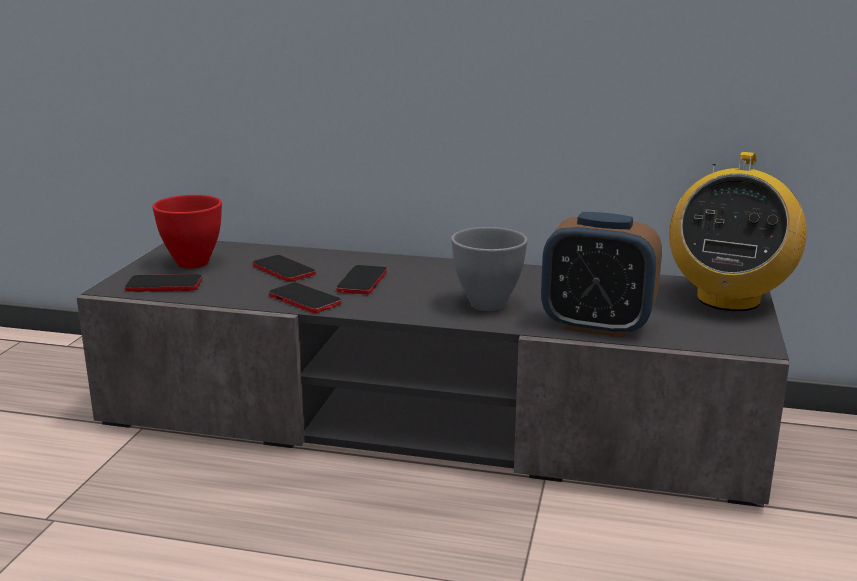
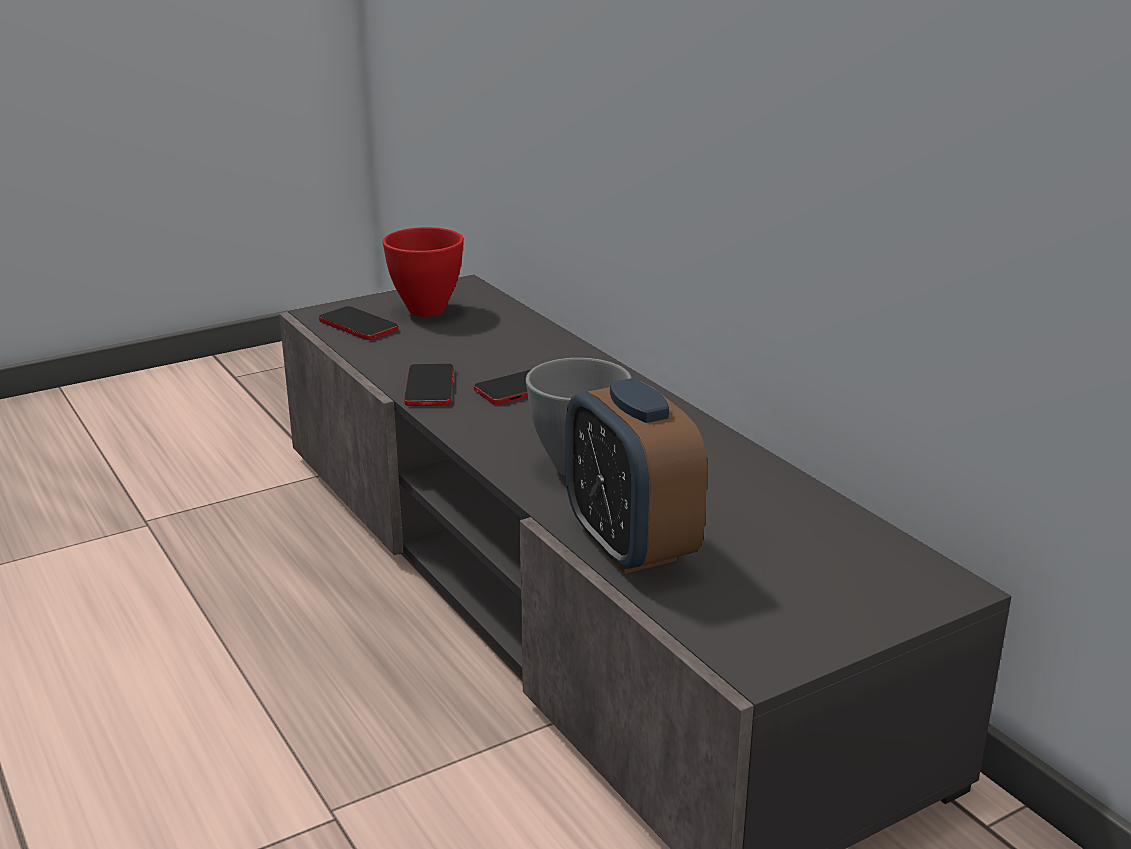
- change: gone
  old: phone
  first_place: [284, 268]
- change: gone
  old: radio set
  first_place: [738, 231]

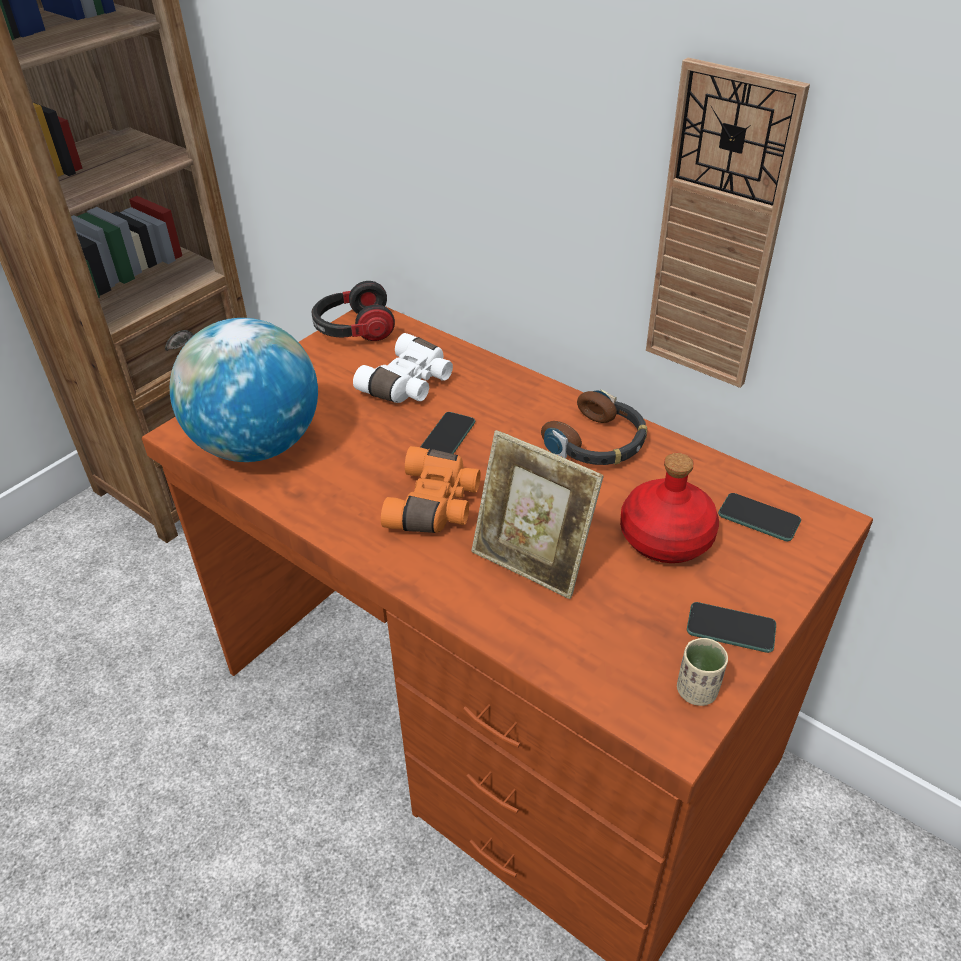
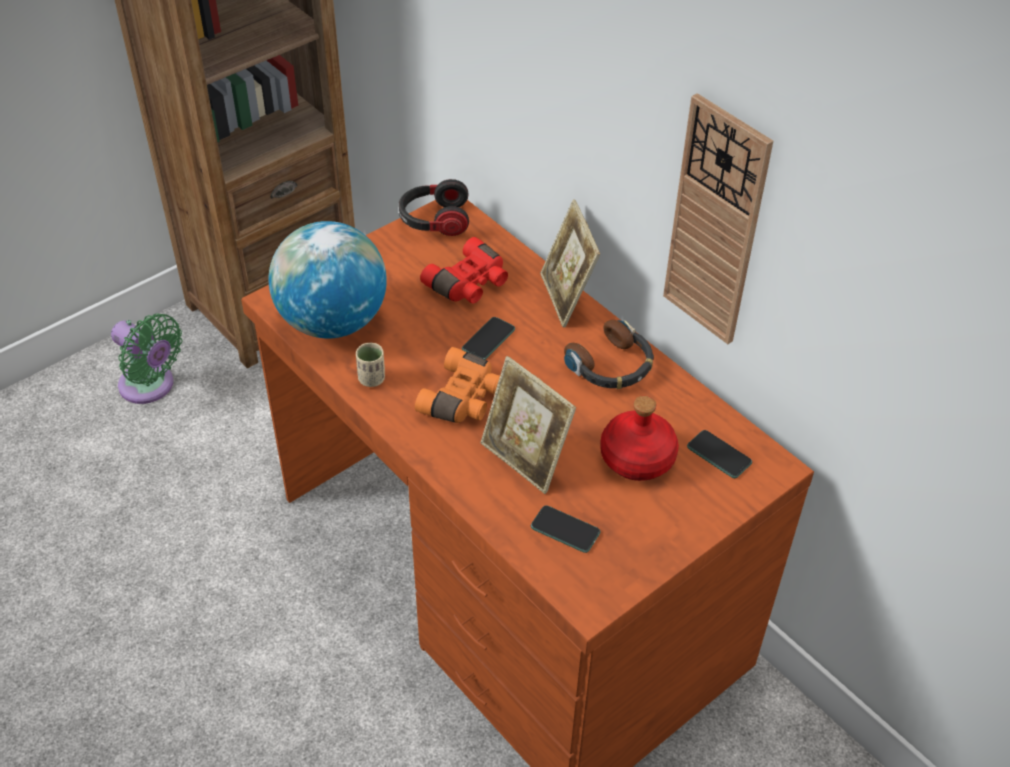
- change: new
  new: green-coloured fan
  second_place: [147, 358]
- change: shifted
  old: beige cup
  first_place: [702, 671]
  second_place: [370, 365]
- change: repainted
  old: white-coloured binoculars
  new: red-coloured binoculars
  first_place: [403, 368]
  second_place: [464, 270]
- change: shifted
  old: phone
  first_place: [731, 627]
  second_place: [566, 529]
- change: new
  new: photo frame
  second_place: [570, 263]

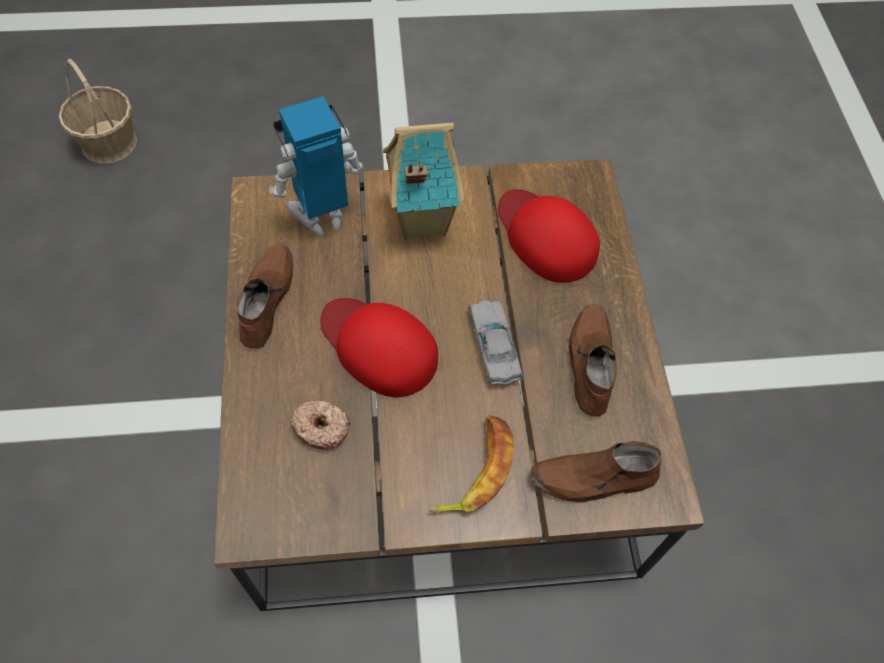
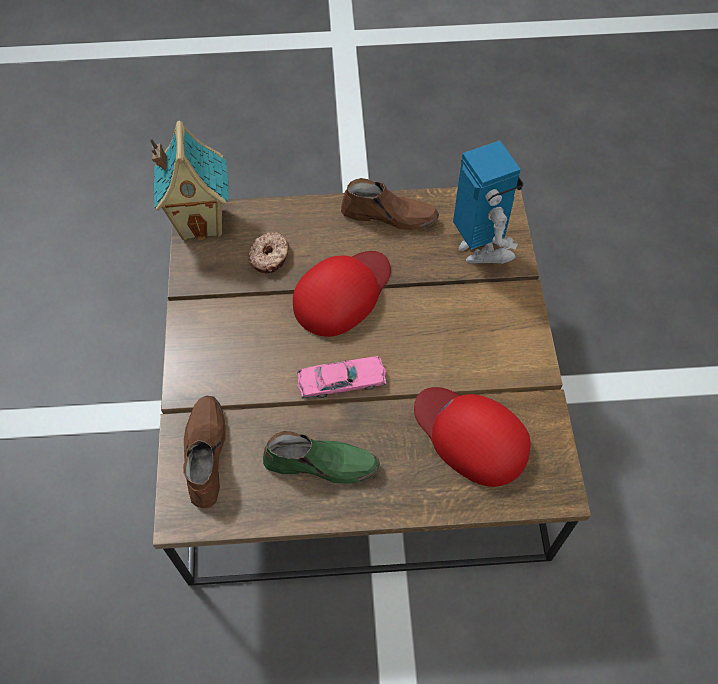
- change: shifted
  old: toy house
  first_place: [423, 181]
  second_place: [189, 180]
- change: repainted
  old: brownish low shoe
  new: green-coloured low shoe
  first_place: [592, 360]
  second_place: [321, 457]
- change: repainted
  old: gray toy car
  new: pink-coloured toy car
  first_place: [495, 343]
  second_place: [342, 377]
- change: rotated
  old: red-coloured peaked cap
  first_place: [549, 236]
  second_place: [472, 437]
  degrees: -105
- change: gone
  old: storage basket
  first_place: [98, 111]
- change: gone
  old: whole banana
  first_place: [471, 463]

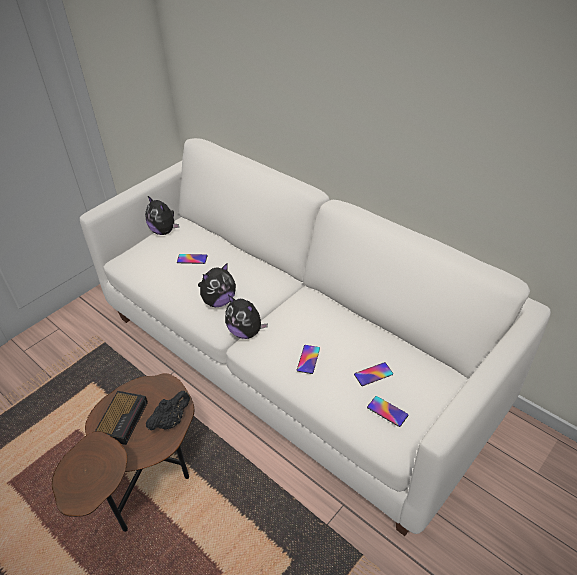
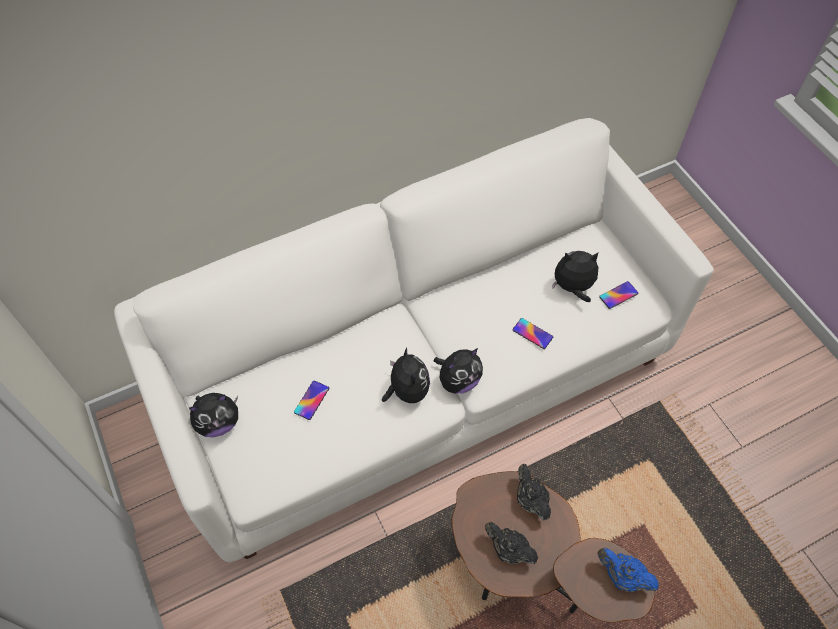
- change: swapped
  old: bedside clock
  new: black teapot
  first_place: [121, 418]
  second_place: [511, 543]
- change: swapped
  old: phone
  new: plush toy
  first_place: [373, 374]
  second_place: [575, 276]
- change: new
  new: bluish teapot
  second_place: [628, 570]

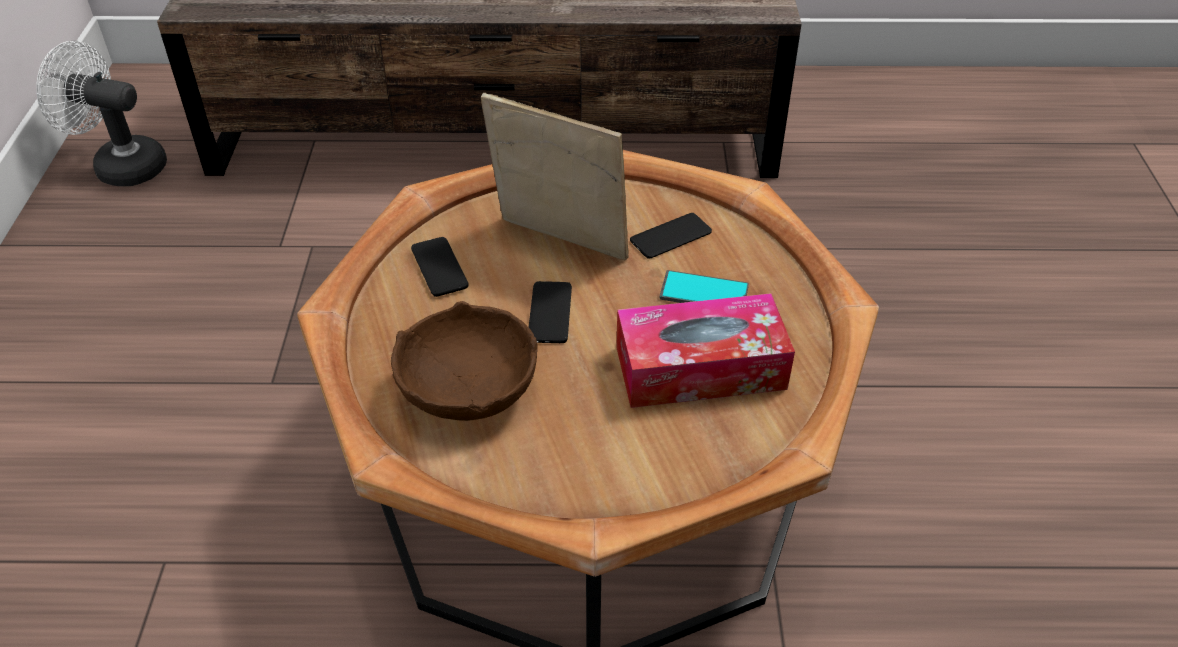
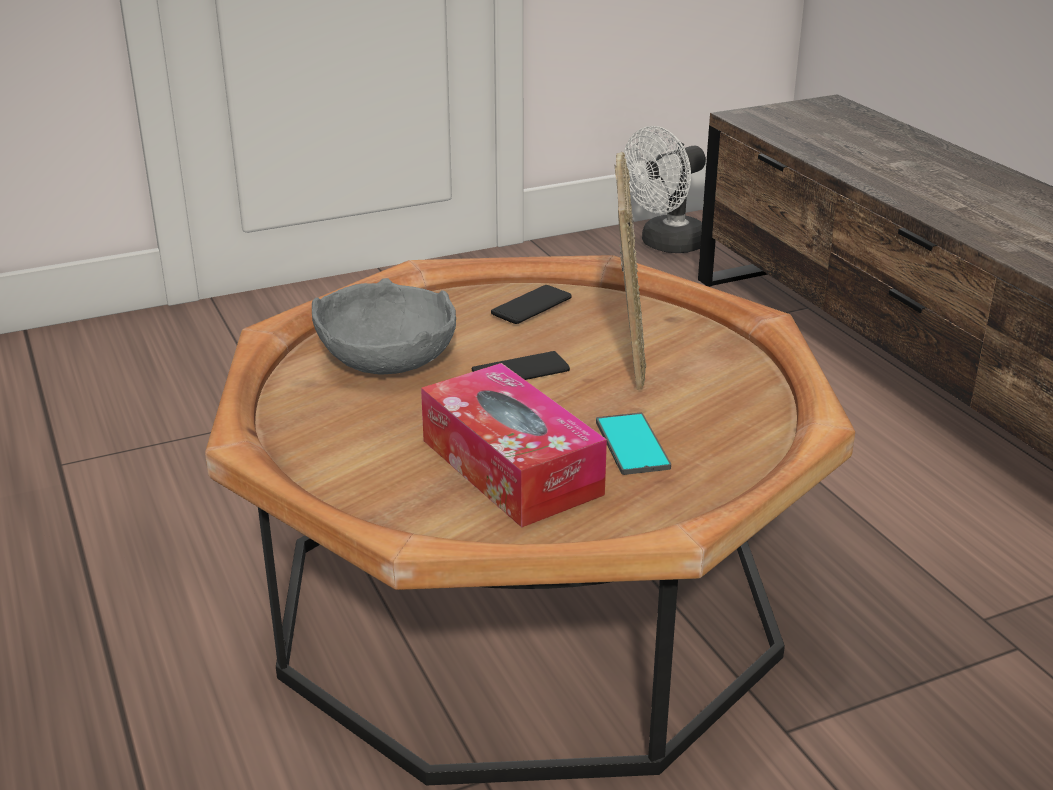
- change: repainted
  old: brownish deep dish
  new: gray deep dish
  first_place: [464, 361]
  second_place: [384, 326]
- change: rotated
  old: white-coloured fan
  first_place: [101, 113]
  second_place: [665, 189]
  degrees: -120
- change: gone
  old: phone
  first_place: [671, 236]

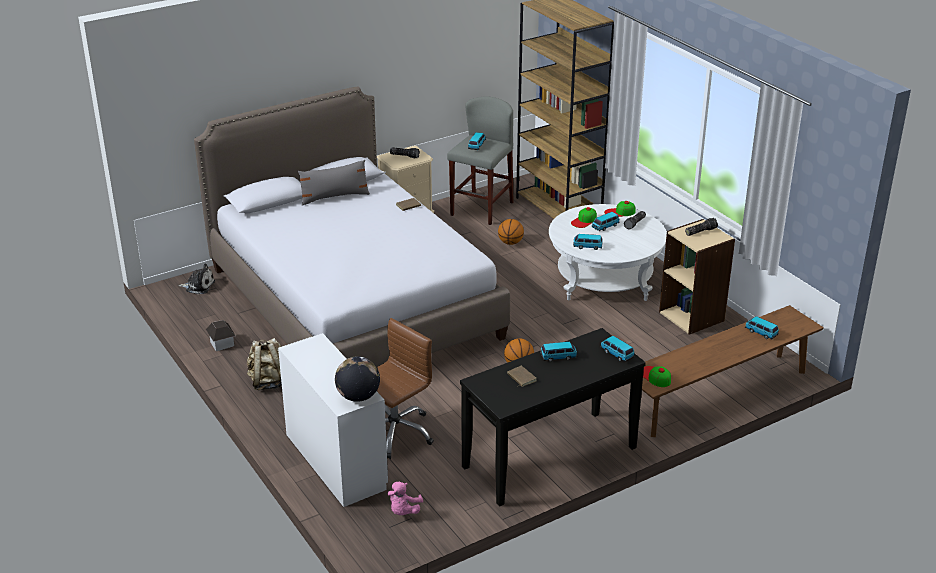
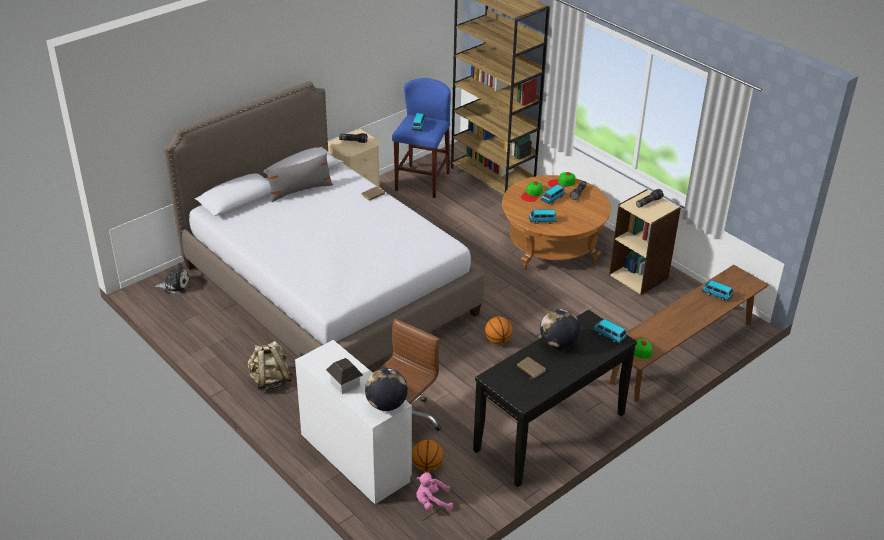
- change: shifted
  old: toy house
  first_place: [221, 335]
  second_place: [344, 376]
- change: repainted
  old: gray stool seat
  new: bluish stool seat
  first_place: [480, 161]
  second_place: [421, 138]
- change: shifted
  old: basketball ball
  first_place: [511, 232]
  second_place: [428, 456]
- change: rotated
  old: pink-coloured plush toy
  first_place: [405, 498]
  second_place: [434, 491]
  degrees: 75
- change: repainted
  old: white-coloured lounge table
  new: brownish lounge table
  first_place: [608, 252]
  second_place: [556, 222]
- change: swapped
  old: toy car
  new: desk globe
  first_place: [559, 352]
  second_place: [560, 329]

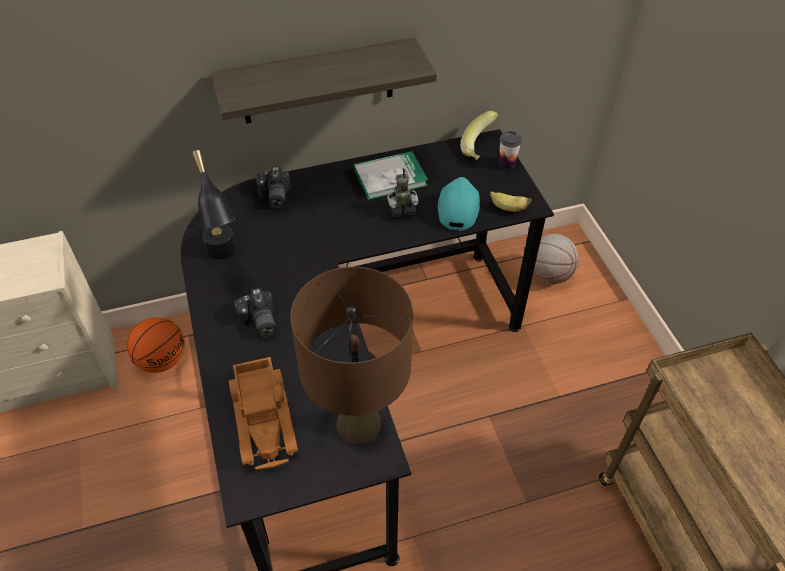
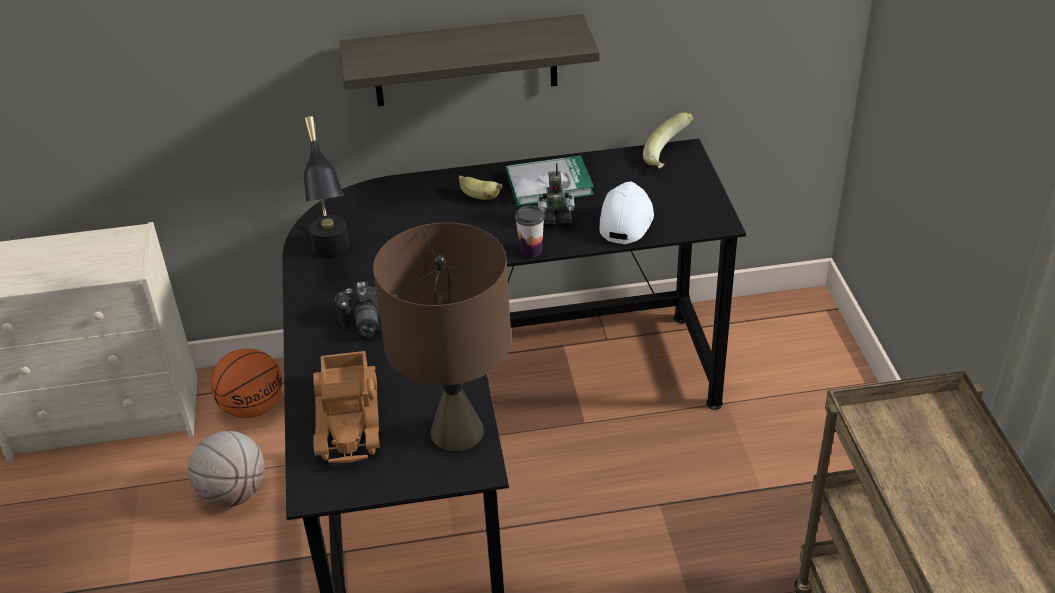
- change: shifted
  old: basketball ball
  first_place: [556, 259]
  second_place: [226, 469]
- change: shifted
  old: whole banana
  first_place: [510, 201]
  second_place: [480, 188]
- change: shifted
  old: cup
  first_place: [510, 150]
  second_place: [530, 231]
- change: repainted
  old: turquoise peaked cap
  new: white-coloured peaked cap
  first_place: [459, 204]
  second_place: [627, 213]
- change: gone
  old: still camera
  first_place: [273, 187]

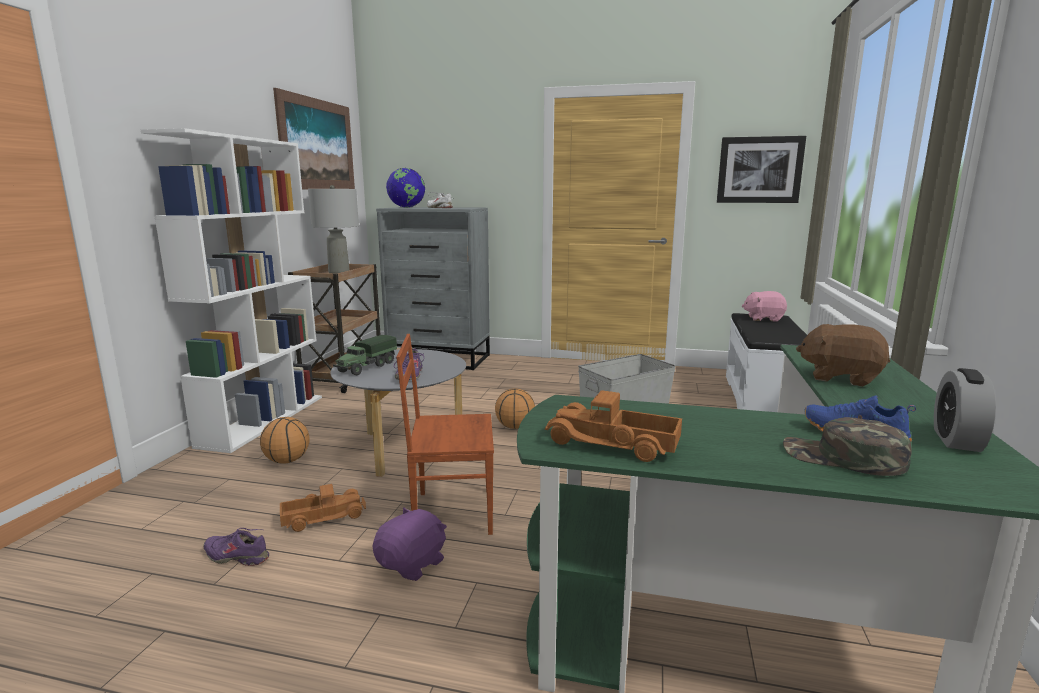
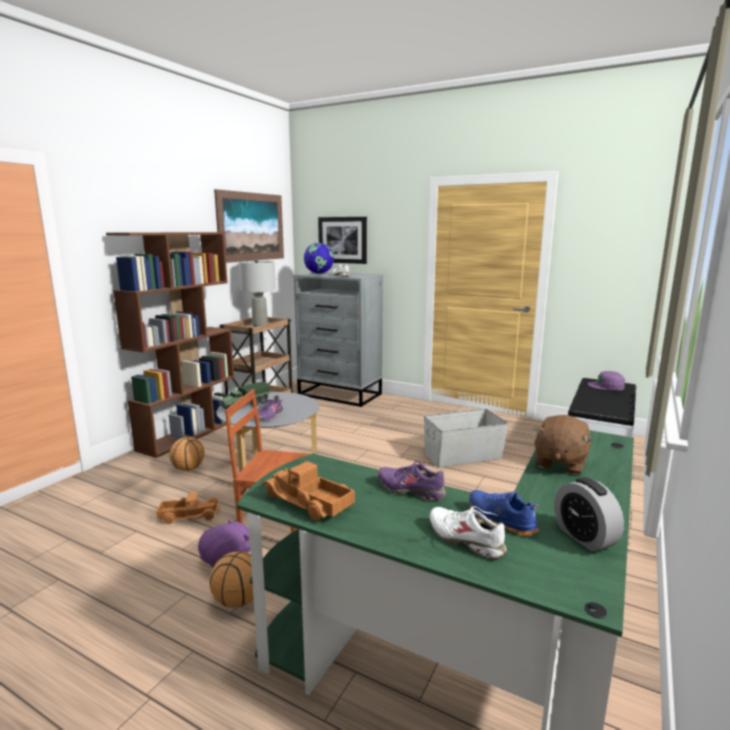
- change: repainted
  old: white-coloured shelving unit
  new: brownish shelving unit
  first_place: [231, 290]
  second_place: [170, 345]
- change: shifted
  old: basketball ball
  first_place: [515, 408]
  second_place: [231, 579]
- change: shifted
  old: wall picture
  first_place: [761, 169]
  second_place: [342, 240]
- change: shifted
  old: purple low shoe
  first_place: [236, 547]
  second_place: [412, 480]
- change: swapped
  old: green-coloured peaked cap
  new: white-coloured low shoe
  first_place: [847, 446]
  second_place: [468, 532]
- change: rotated
  old: brownish plush toy
  first_place: [843, 355]
  second_place: [562, 445]
  degrees: -105
- change: rotated
  old: bedside clock
  first_place: [965, 410]
  second_place: [589, 514]
  degrees: -60
- change: swapped
  old: pink-coloured plush toy
  new: purple peaked cap
  first_place: [764, 306]
  second_place: [606, 380]

